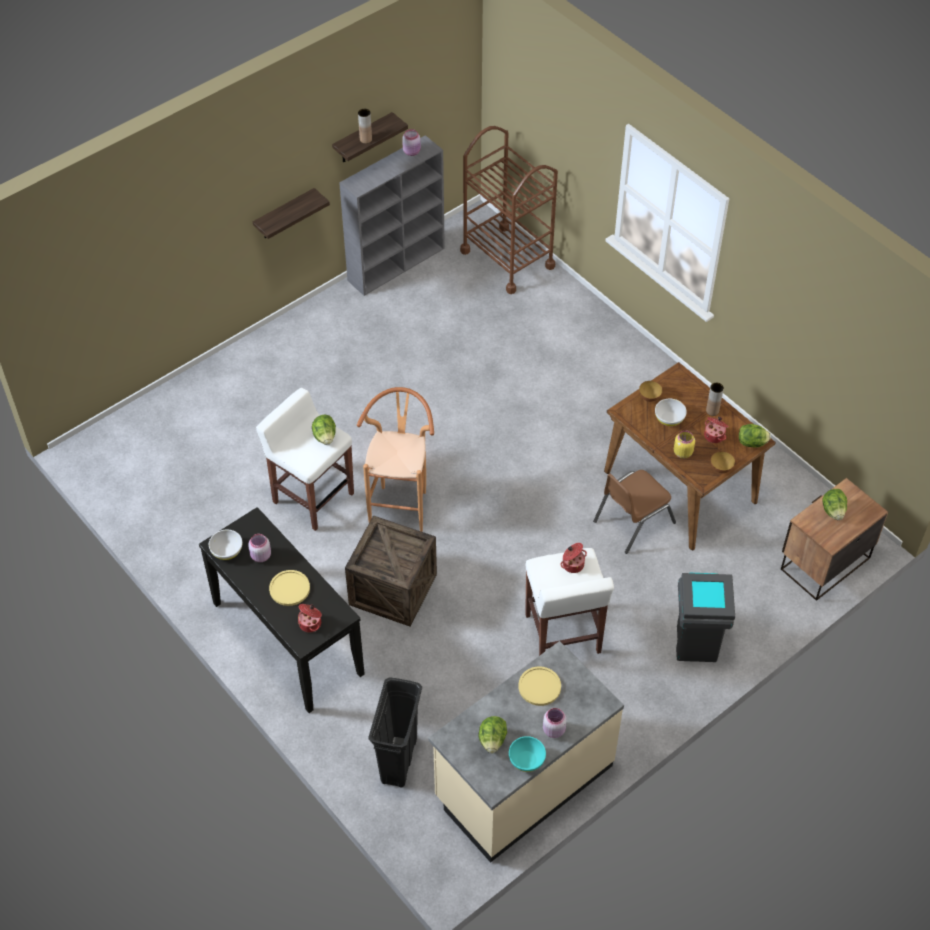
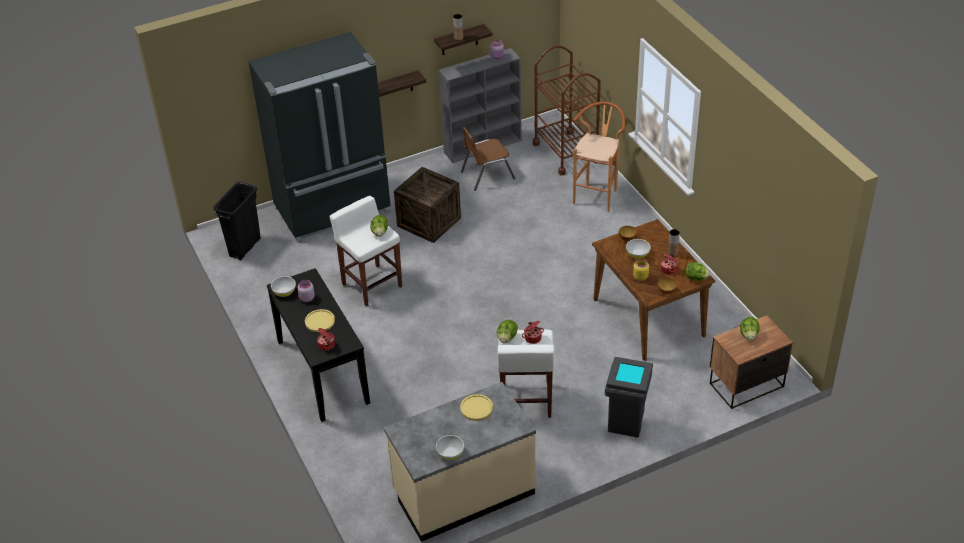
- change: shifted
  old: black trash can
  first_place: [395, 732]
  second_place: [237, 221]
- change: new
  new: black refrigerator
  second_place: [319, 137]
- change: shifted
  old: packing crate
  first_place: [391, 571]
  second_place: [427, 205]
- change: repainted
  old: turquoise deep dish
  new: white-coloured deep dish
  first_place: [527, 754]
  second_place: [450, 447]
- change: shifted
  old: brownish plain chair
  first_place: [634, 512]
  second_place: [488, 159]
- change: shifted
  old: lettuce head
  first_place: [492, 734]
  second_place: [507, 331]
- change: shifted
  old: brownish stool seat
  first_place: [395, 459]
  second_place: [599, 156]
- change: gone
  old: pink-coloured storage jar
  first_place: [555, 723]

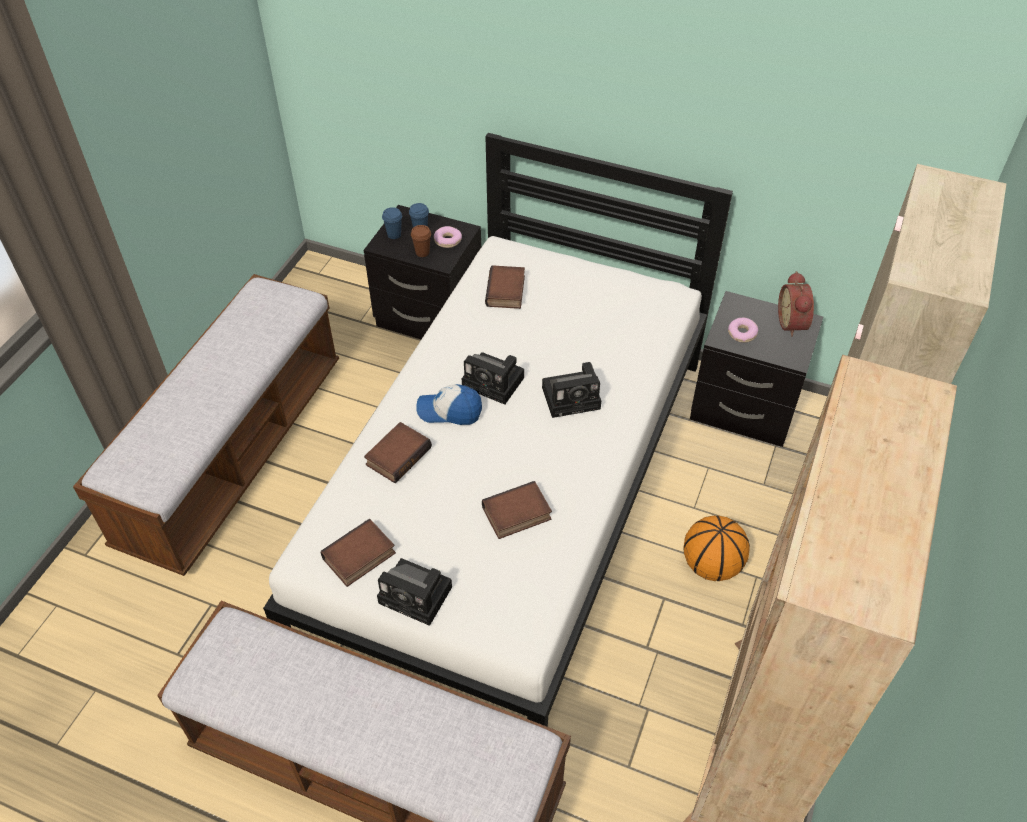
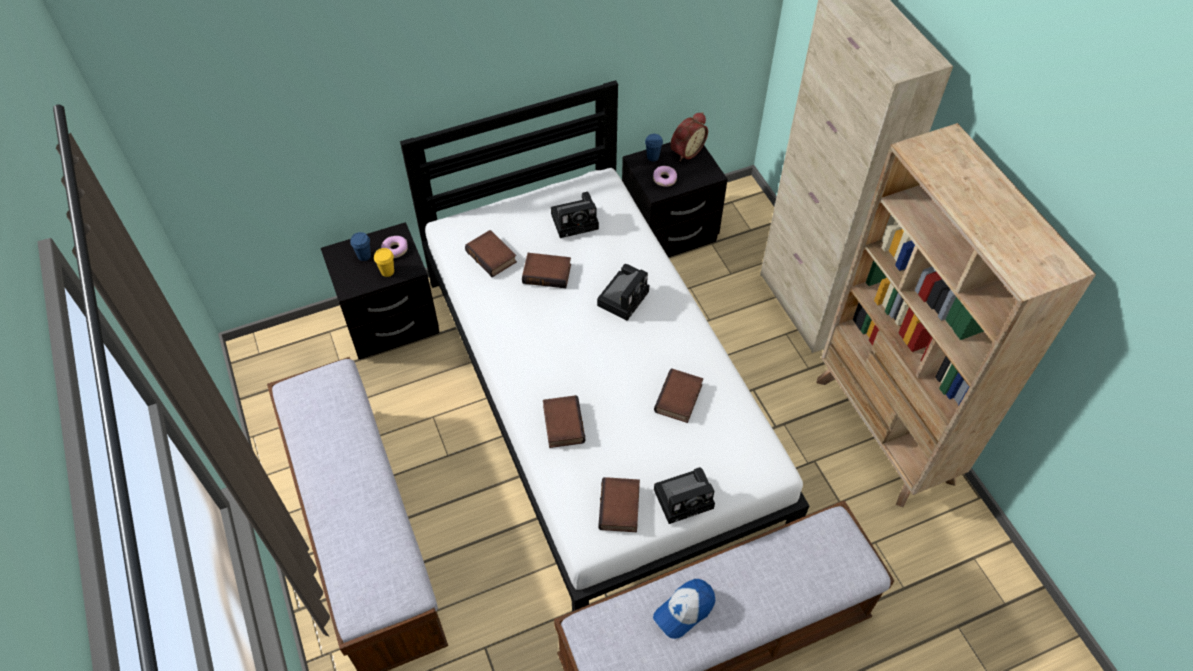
- change: repainted
  old: brownish cup
  new: yellowish cup
  first_place: [421, 241]
  second_place: [384, 262]
- change: new
  new: book
  second_place: [546, 270]
- change: shifted
  old: still camera
  first_place: [493, 378]
  second_place: [575, 215]
- change: shifted
  old: bluish cup
  first_place: [392, 223]
  second_place: [654, 147]
- change: shifted
  old: peaked cap
  first_place: [449, 404]
  second_place: [684, 609]
- change: rotated
  old: bedside clock
  first_place: [796, 304]
  second_place: [689, 136]
  degrees: -90
- change: gone
  old: basketball ball
  first_place: [716, 548]

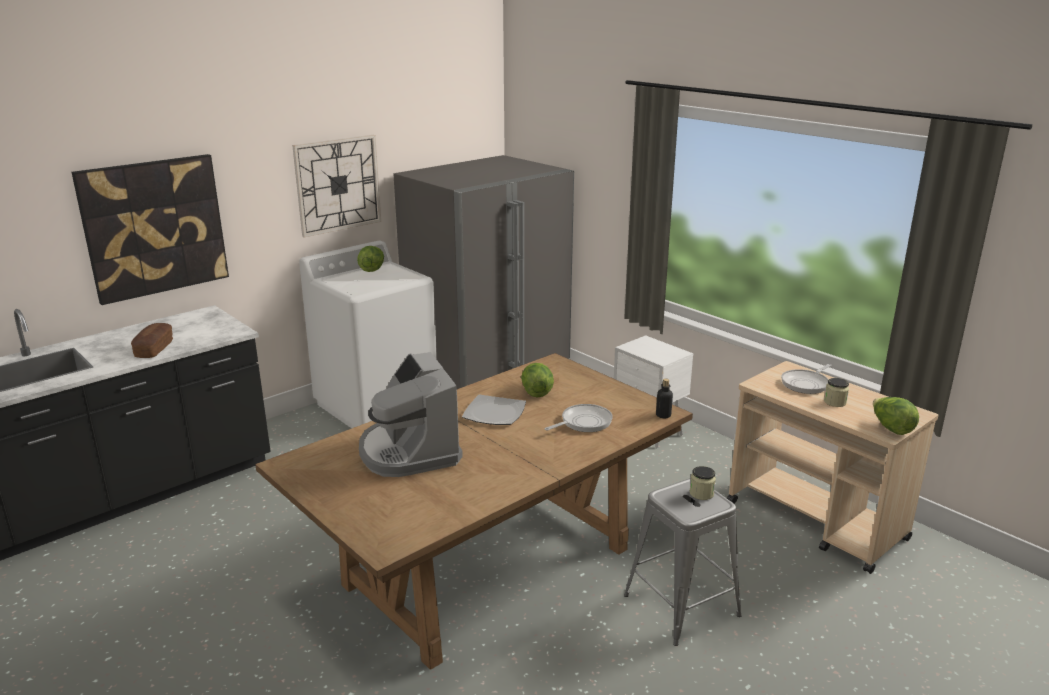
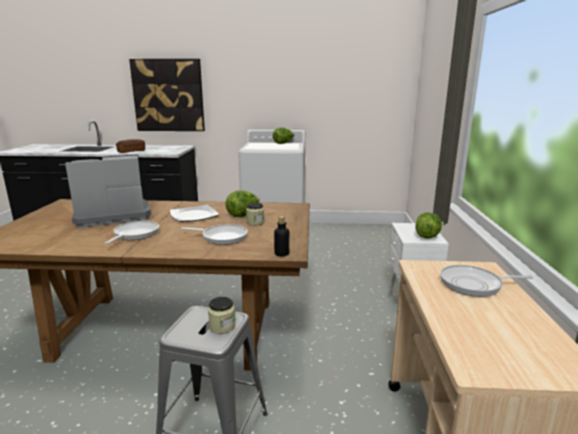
- change: rotated
  old: coffee maker
  first_place: [411, 414]
  second_place: [108, 191]
  degrees: 45
- change: new
  new: pan
  second_place: [132, 232]
- change: shifted
  old: storage jar
  first_place: [836, 392]
  second_place: [255, 214]
- change: shifted
  old: lettuce head
  first_place: [896, 416]
  second_place: [428, 225]
- change: gone
  old: hanging clock
  first_place: [336, 186]
- change: gone
  old: gray refrigerator
  first_place: [483, 272]

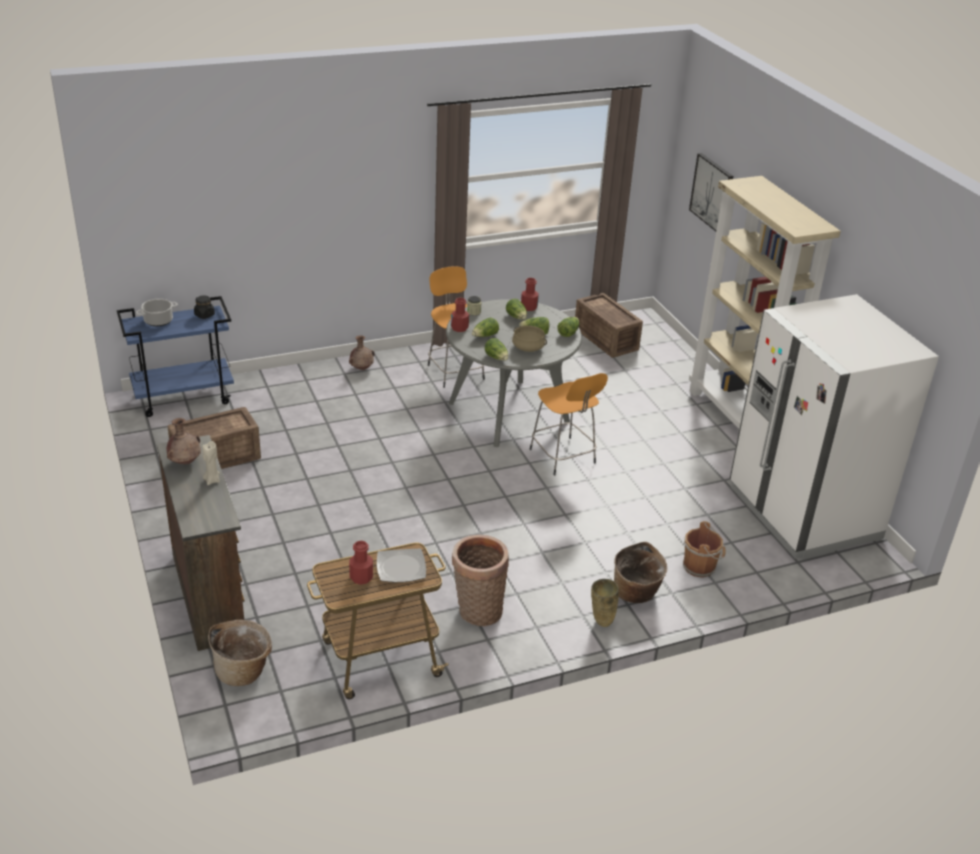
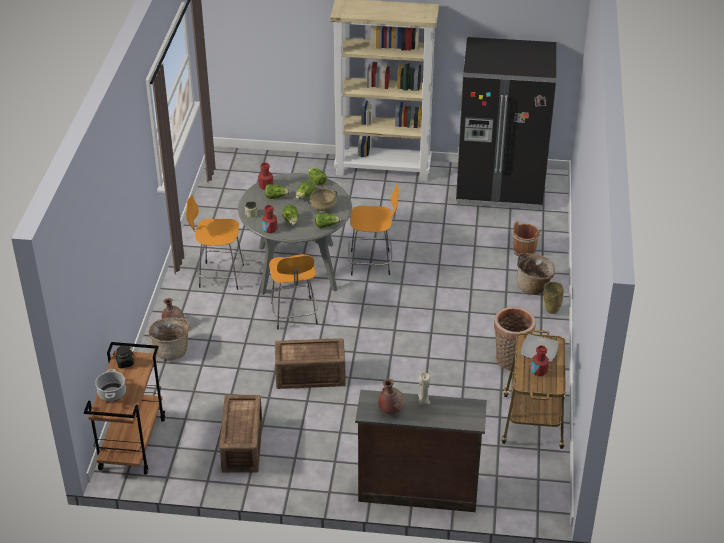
- change: repainted
  old: bluish wheeled cart
  new: brownish wheeled cart
  first_place: [175, 356]
  second_place: [124, 408]
- change: shifted
  old: storage basket
  first_place: [240, 653]
  second_place: [169, 338]
- change: new
  new: orangey stool seat
  second_place: [293, 291]
- change: shifted
  old: packing crate
  first_place: [609, 325]
  second_place: [310, 363]
- change: repainted
  old: white-coloured refrigerator
  new: black refrigerator
  first_place: [834, 426]
  second_place: [506, 123]
- change: gone
  old: wall picture
  first_place: [711, 192]

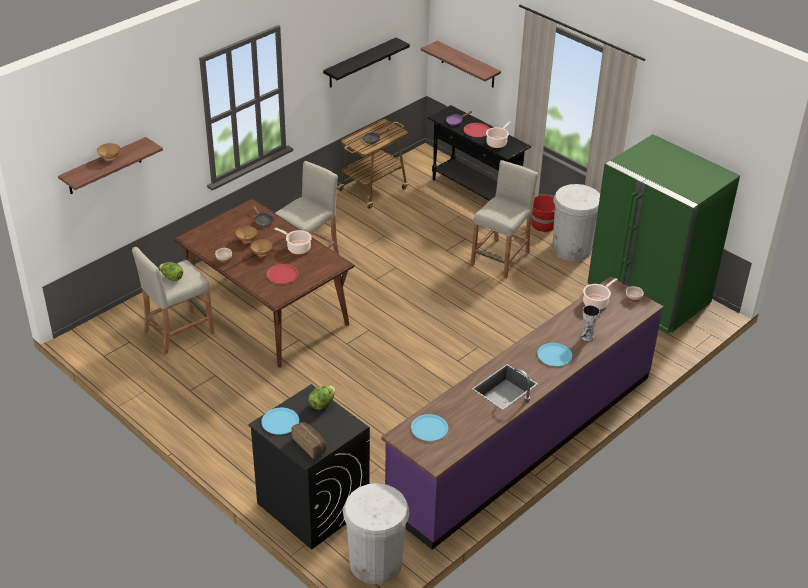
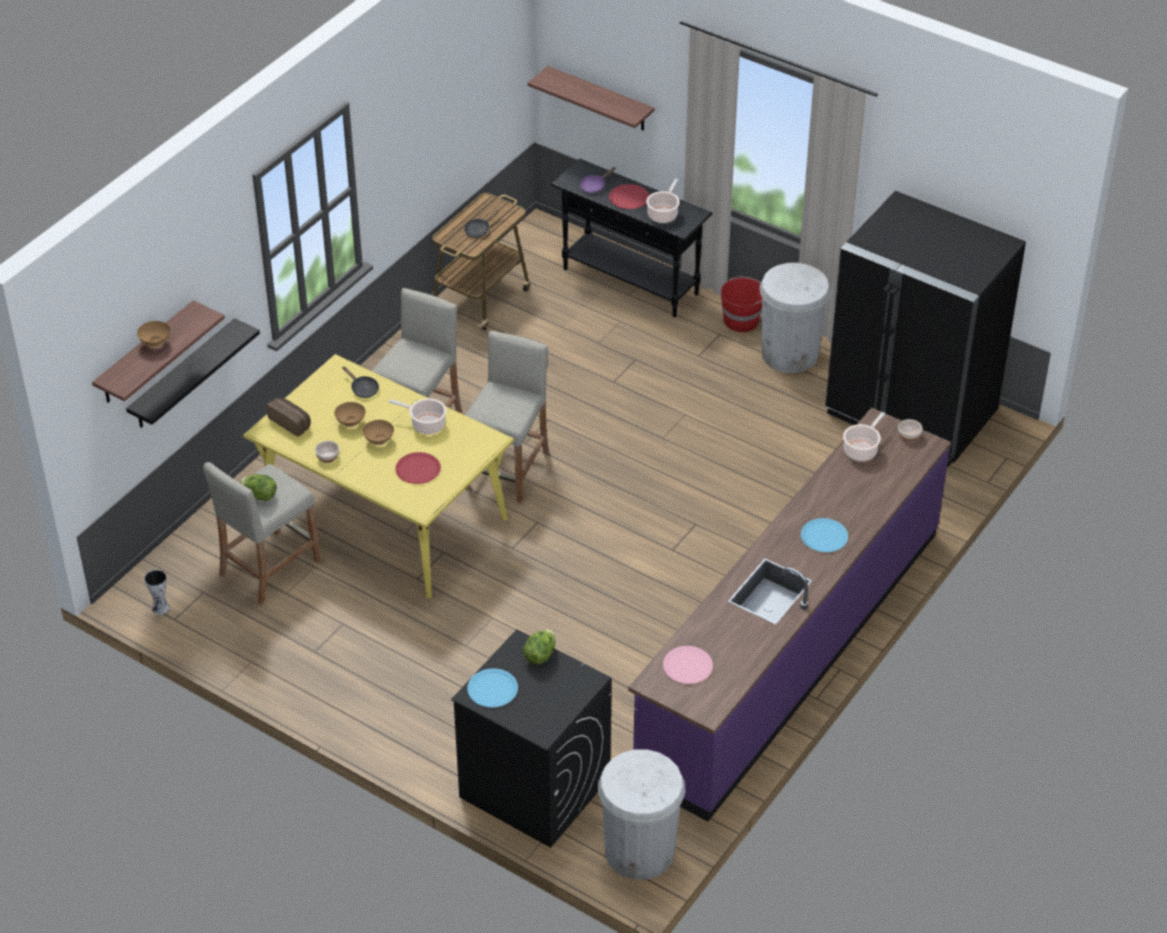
- change: shifted
  old: black bracket shelf
  first_place: [366, 63]
  second_place: [193, 373]
- change: shifted
  old: vase
  first_place: [590, 323]
  second_place: [157, 592]
- change: repainted
  old: brownish kitchen table
  new: yellowish kitchen table
  first_place: [264, 283]
  second_place: [378, 476]
- change: shifted
  old: bakery bread
  first_place: [308, 440]
  second_place: [288, 417]
- change: shifted
  old: beige stool seat
  first_place: [504, 219]
  second_place: [507, 417]
- change: repainted
  old: bluish plate
  new: pink-coloured plate
  first_place: [429, 427]
  second_place: [688, 665]
- change: repainted
  old: green-coloured refrigerator
  new: black refrigerator
  first_place: [664, 234]
  second_place: [925, 329]

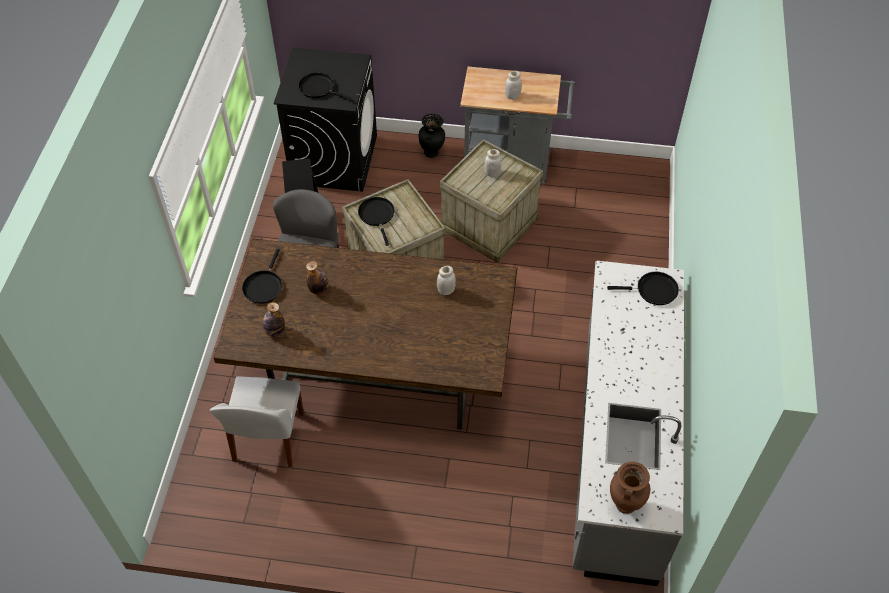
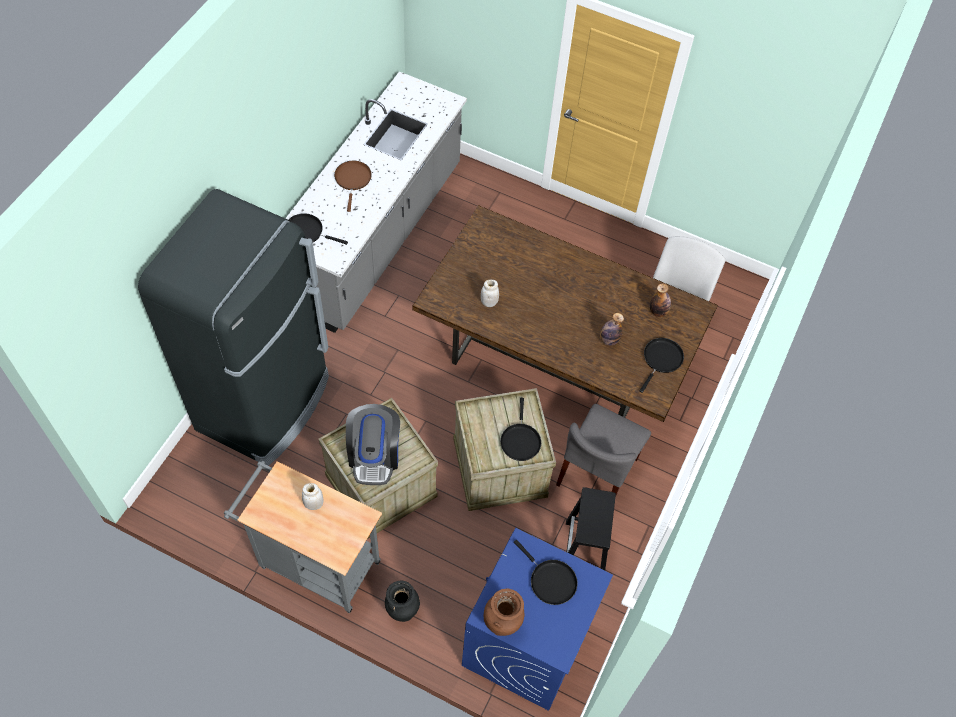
- change: new
  new: black refrigerator
  second_place: [233, 327]
- change: new
  new: brownish pan
  second_place: [353, 186]
- change: swapped
  old: white-coloured storage jar
  new: coffee maker
  first_place: [493, 163]
  second_place: [373, 444]
- change: repainted
  old: black laundry machine
  new: bluish laundry machine
  first_place: [325, 119]
  second_place: [537, 619]
- change: shifted
  old: brownish vase
  first_place: [630, 488]
  second_place: [504, 612]

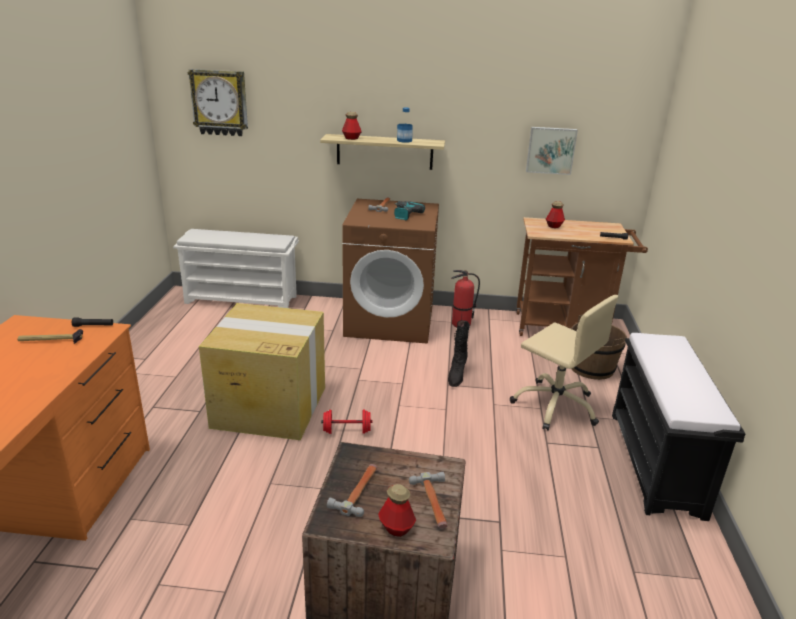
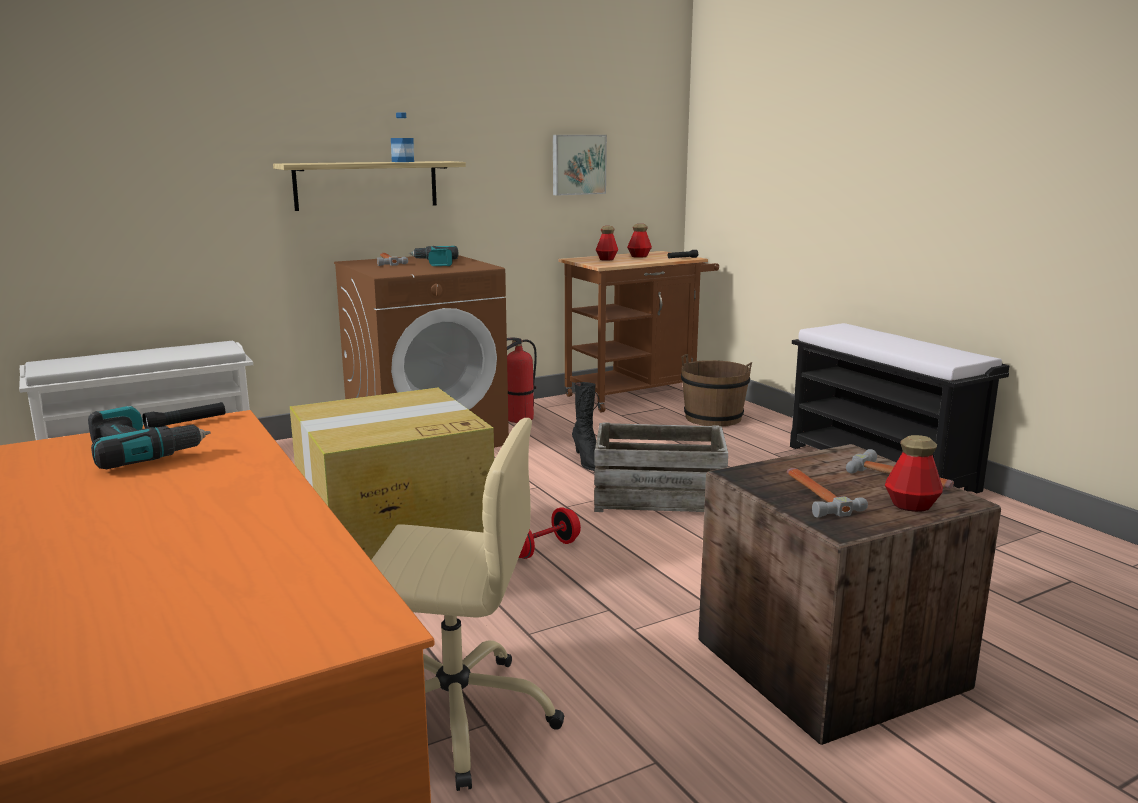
- change: swapped
  old: hand hammer
  new: power drill
  first_place: [50, 336]
  second_place: [149, 437]
- change: shifted
  old: beige desk chair
  first_place: [564, 362]
  second_place: [467, 604]
- change: new
  new: packing crate
  second_place: [661, 467]
- change: shifted
  old: drink bottle
  first_place: [352, 126]
  second_place: [639, 241]
- change: gone
  old: hanging clock
  first_place: [218, 102]

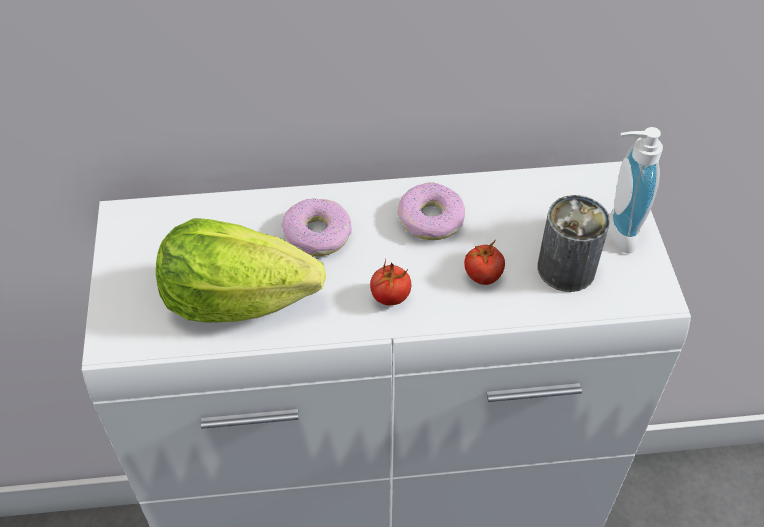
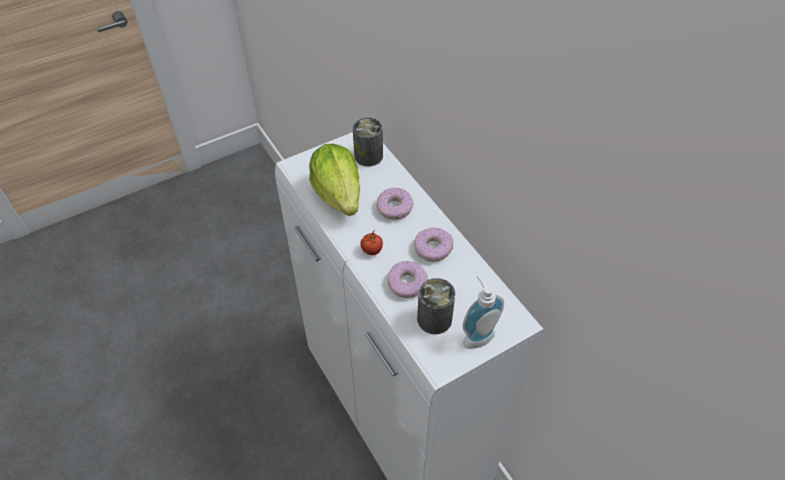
- change: new
  new: sealed can
  second_place: [368, 142]
- change: swapped
  old: whole tomato
  new: ring doughnut
  first_place: [484, 263]
  second_place: [408, 279]

